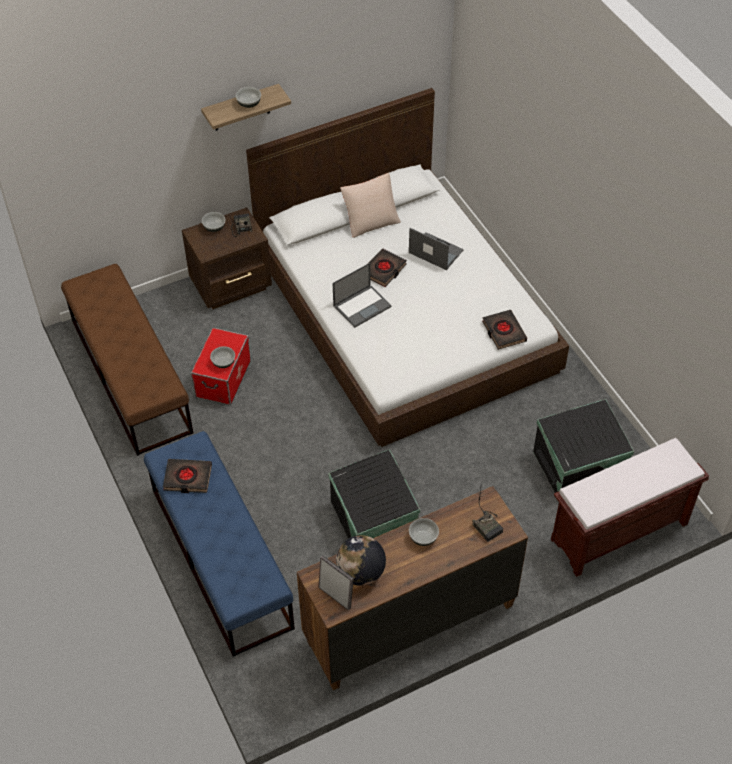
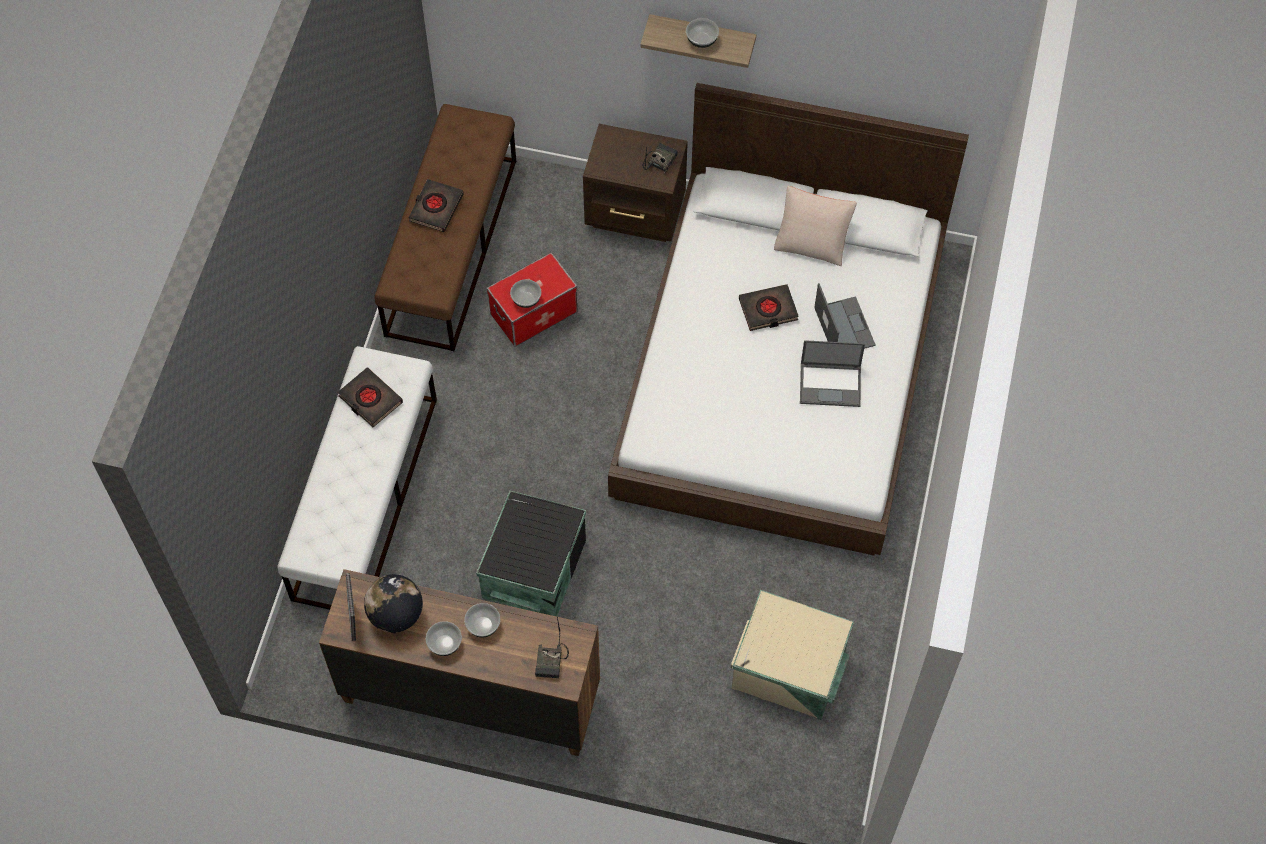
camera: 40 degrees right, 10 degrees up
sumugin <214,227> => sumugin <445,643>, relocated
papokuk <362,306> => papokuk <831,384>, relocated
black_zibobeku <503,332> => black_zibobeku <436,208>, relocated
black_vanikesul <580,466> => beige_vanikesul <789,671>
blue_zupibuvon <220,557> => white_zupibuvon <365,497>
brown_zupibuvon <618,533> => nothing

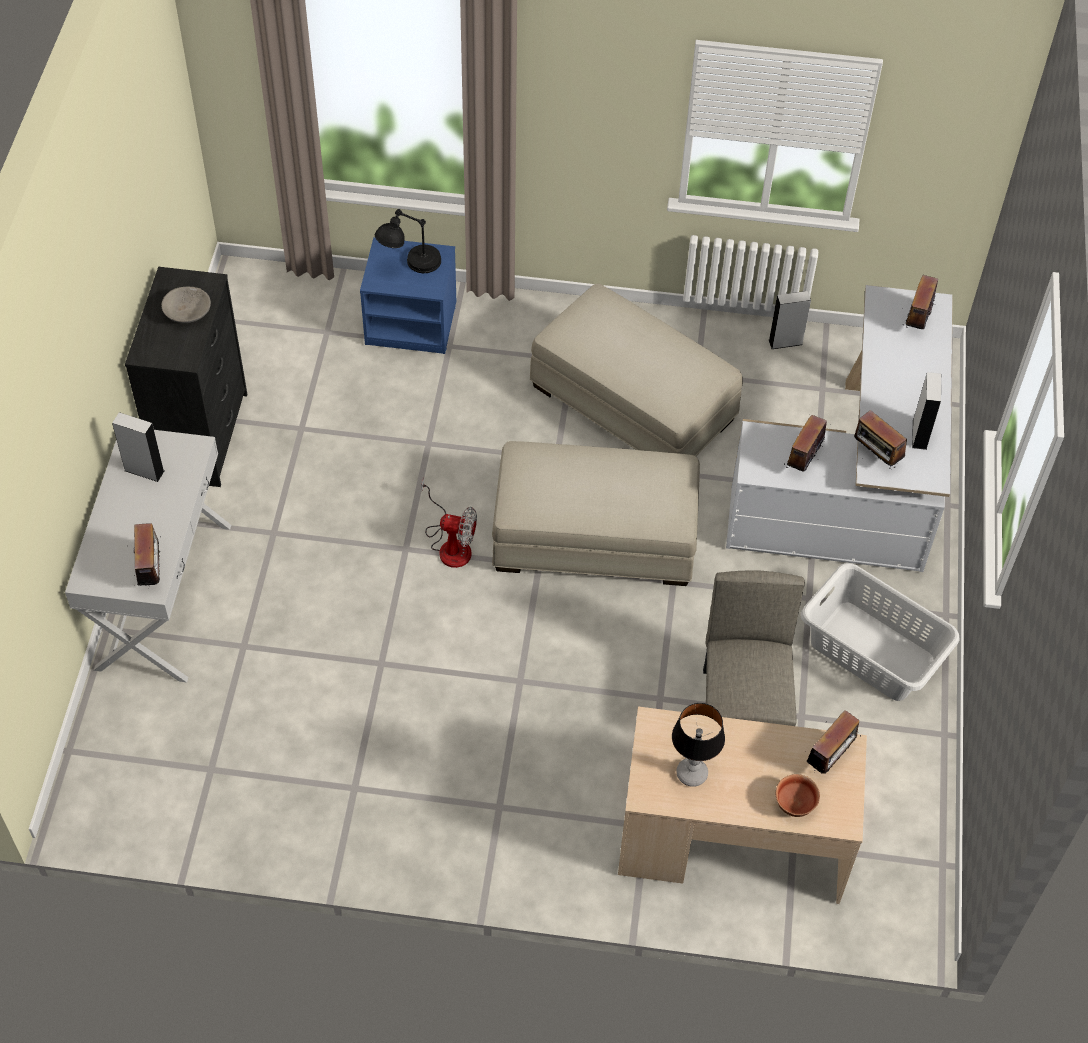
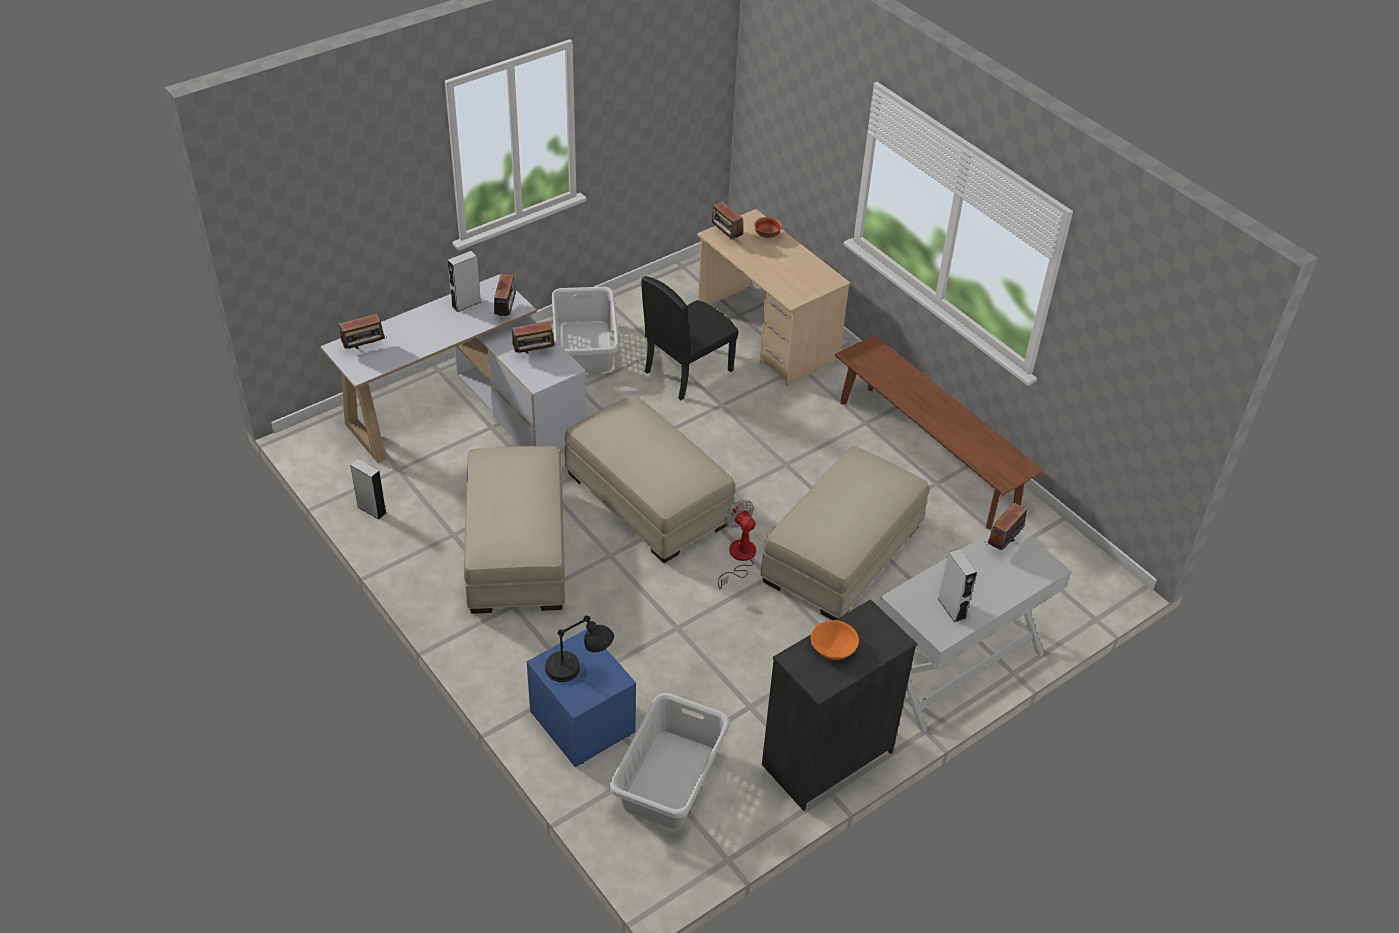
camera: 135 degrees left, 10 degrees down
grey_sumugin <187,313> => orange_sumugin <833,647>
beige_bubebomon <743,713> => black_bubebomon <688,371>
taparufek <691,773> => nothing
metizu <830,757> => metizu <726,237>, 120 degrees counterclockwise
nothing => brown_zupibuvon <927,454>
nothing => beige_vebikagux <842,554>
nothing => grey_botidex <668,779>

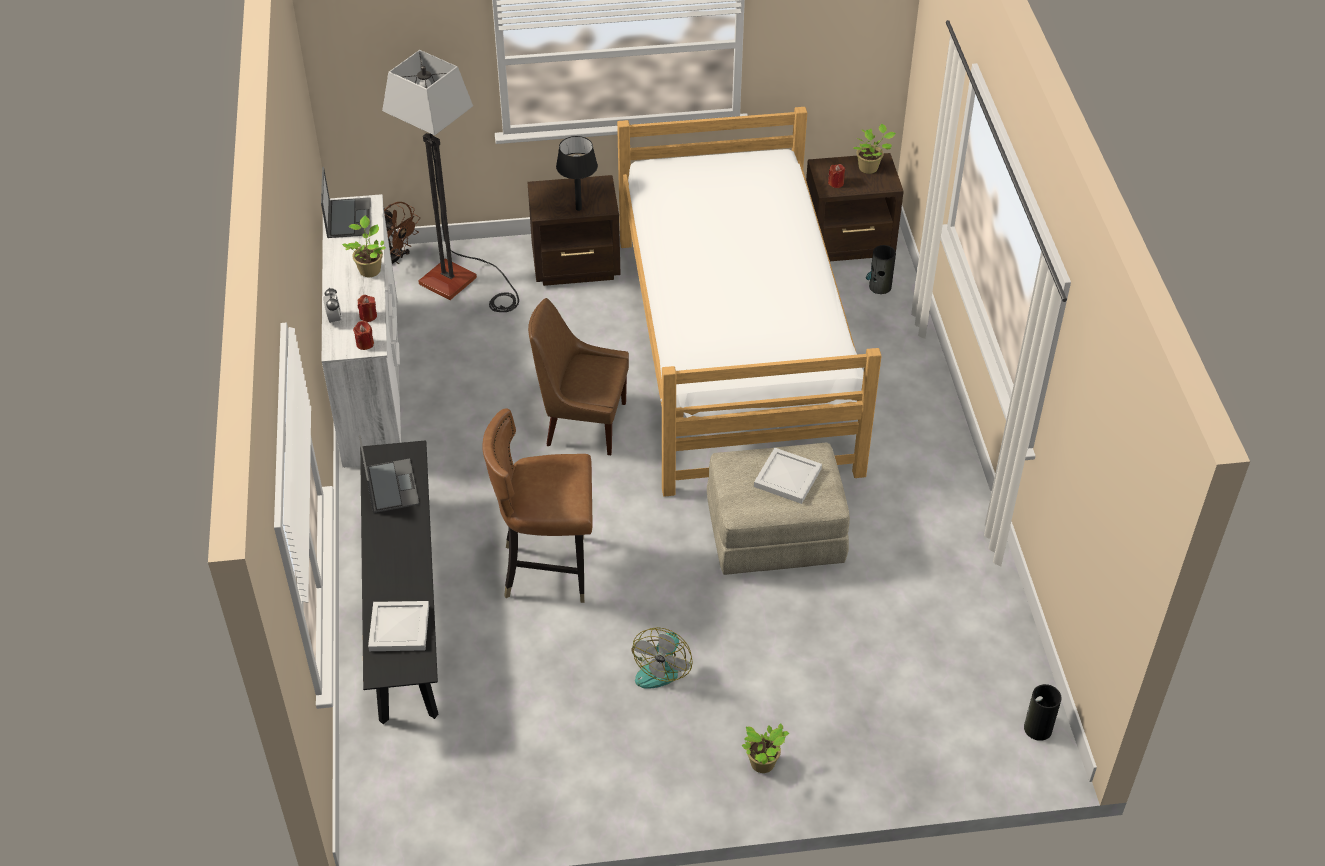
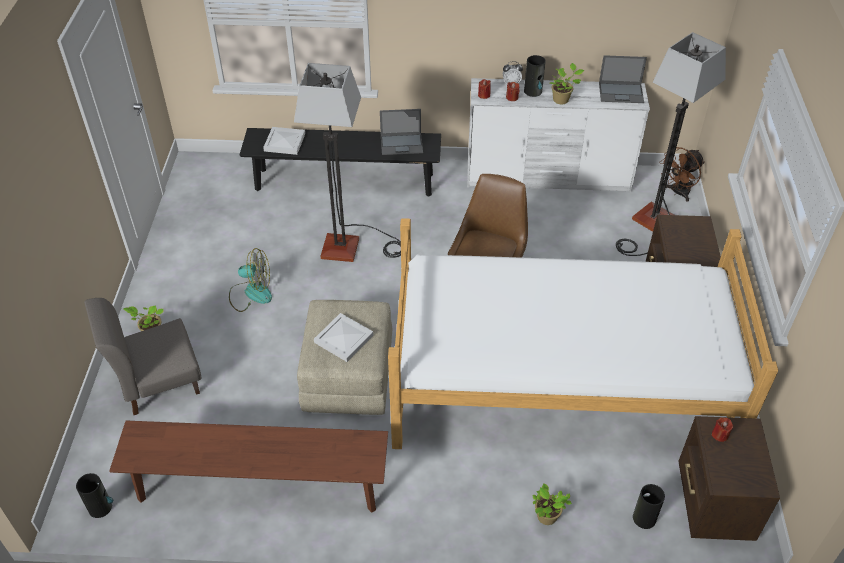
camera: 100 degrees right, 0 degrees up
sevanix <870,168> => sevanix <546,518>, relocated
black_taparufek <578,209> => nothing
brown_bubebomon <548,569> => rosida <352,247>
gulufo <661,666> => gulufo <251,293>, 150 degrees clockwise
nothing => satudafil <533,91>
nothing => grey_bubebomon <158,382>
nothing => brown_zupibuvon <259,486>

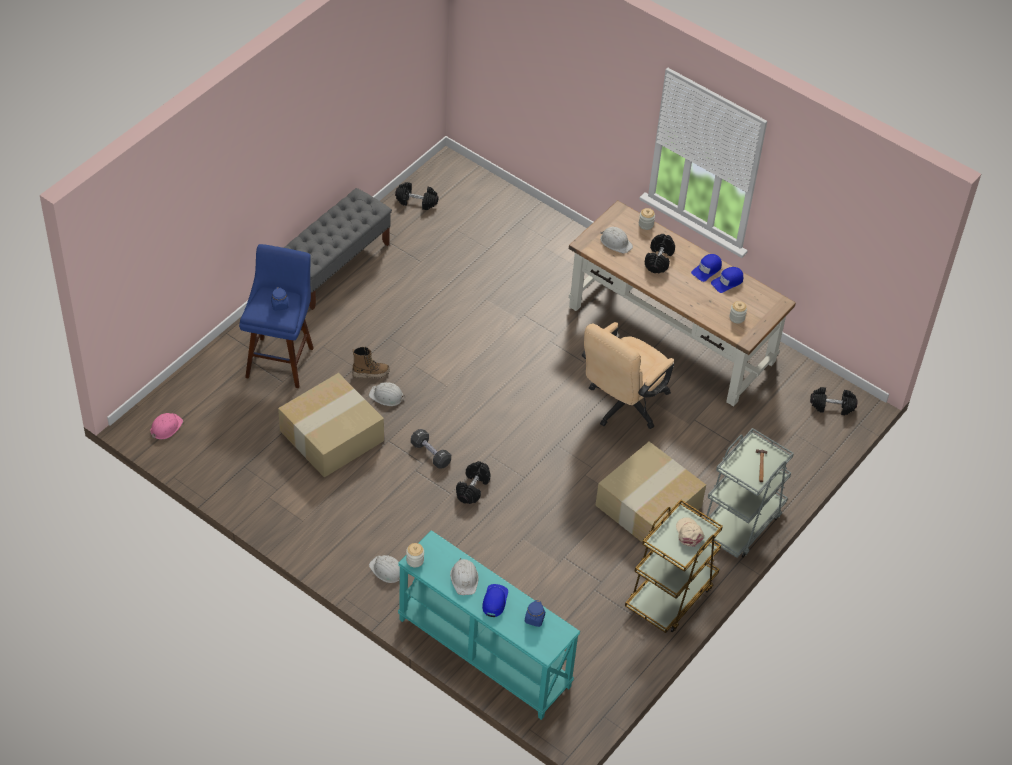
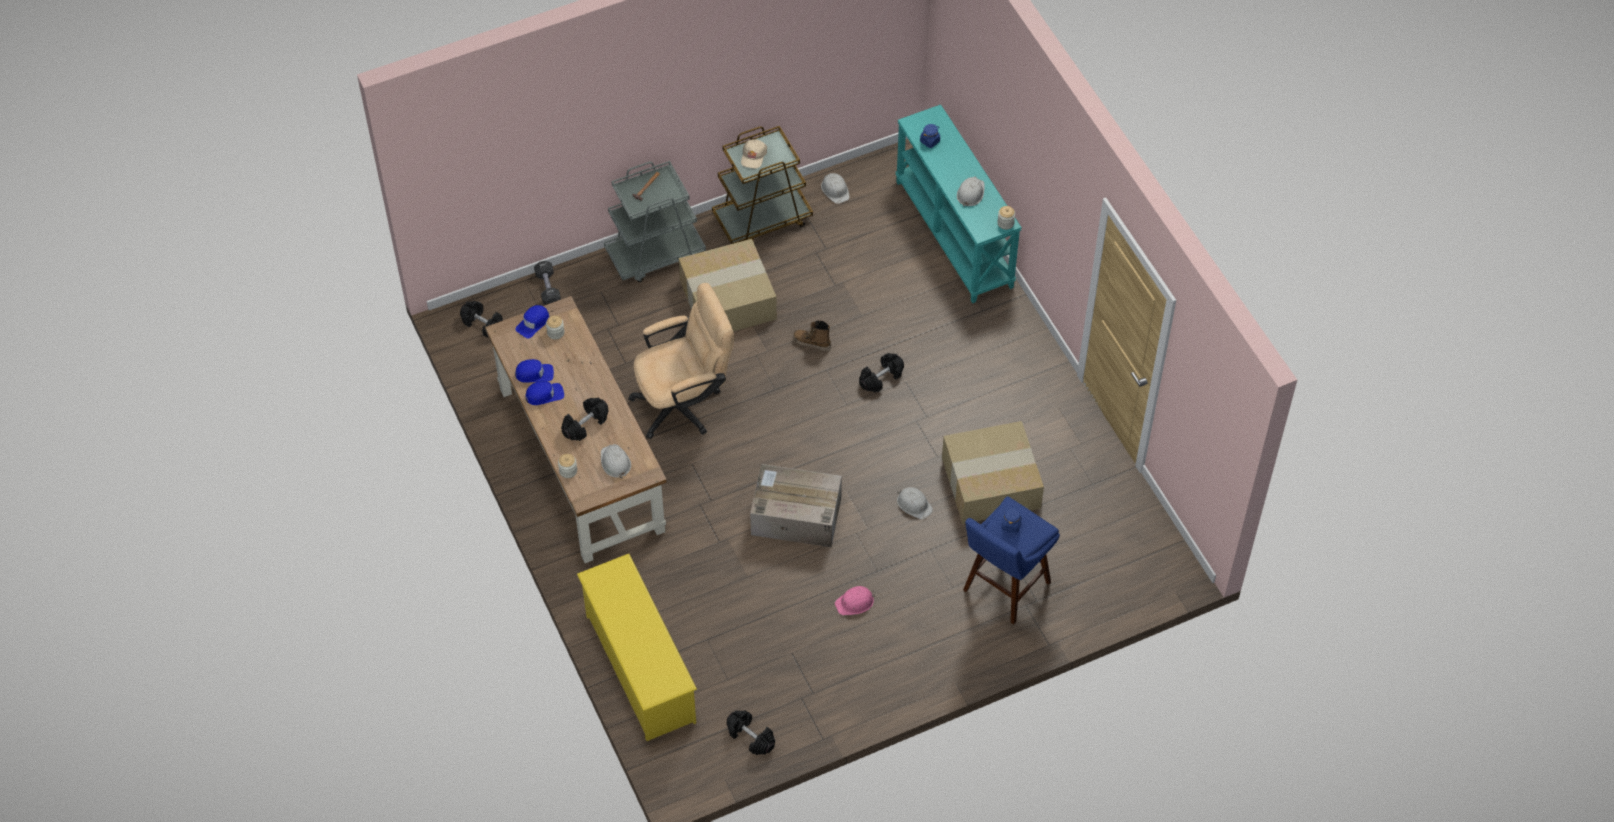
camera: 150 degrees left, 5 degrees up
grey_zupibuvon <335,266> => nothing
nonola <370,373> => nonola <812,343>, relocated
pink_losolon <166,427> => pink_losolon <855,602>, relocated
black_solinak <430,454> => black_solinak <548,288>, relocated
white_losolon <387,570> => white_losolon <835,190>, relocated
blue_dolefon <494,601> => blue_dolefon <533,323>, relocated
nothing => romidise <794,516>
nothing => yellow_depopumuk <640,668>

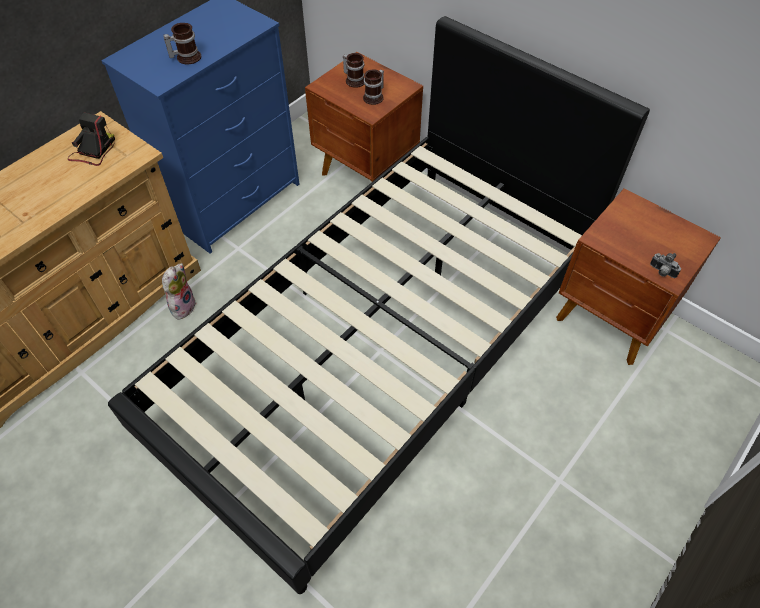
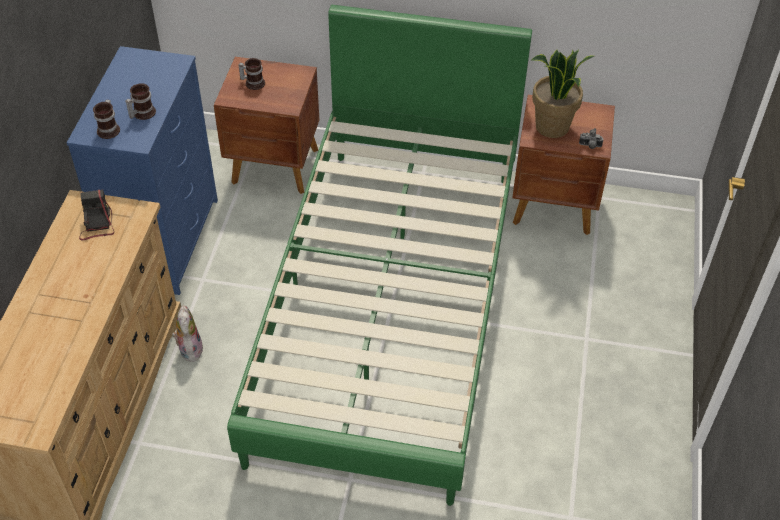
camera: 30 degrees left, 5 degrees down
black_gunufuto <380,348> => green_gunufuto <389,306>
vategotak <375,97> => vategotak <110,129>, relocated
nothing => sevanix <552,127>

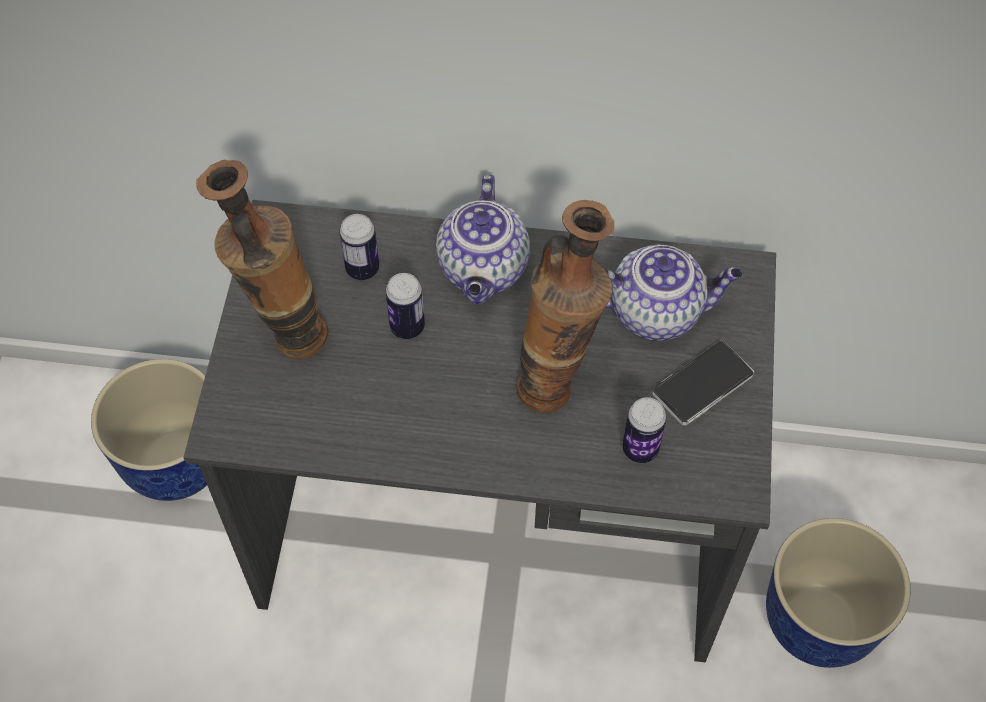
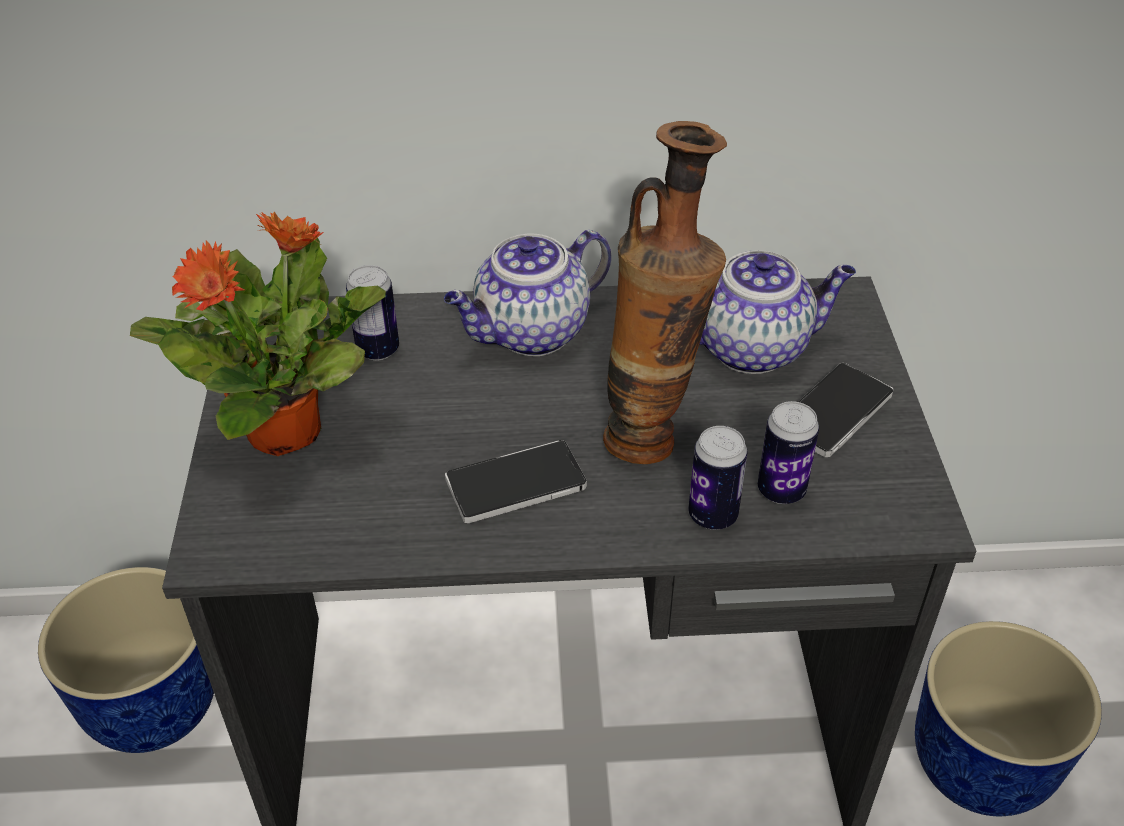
camera: 10 degrees left, 15 degrees down
satudafil <284,334> => sevanix <287,429>
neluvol <484,270> => neluvol <530,333>, 60 degrees clockwise
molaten <407,327> => molaten <712,515>, relocated
nothing => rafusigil <516,484>

